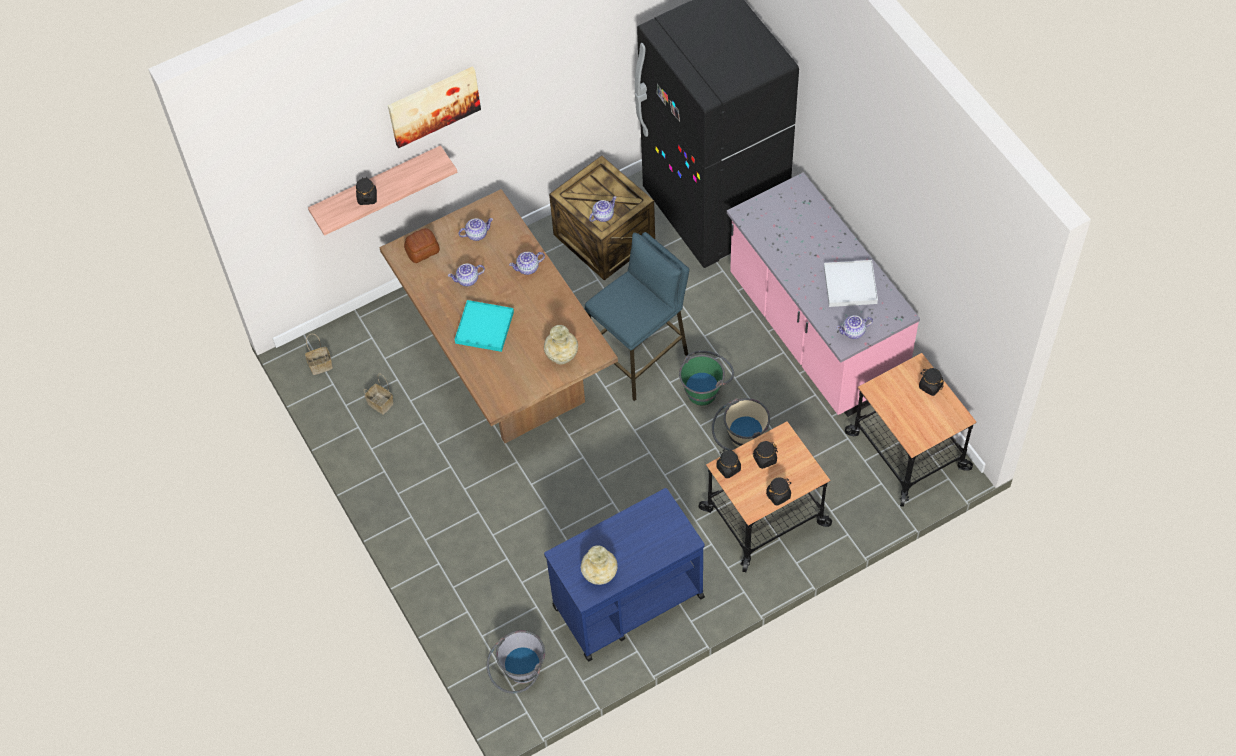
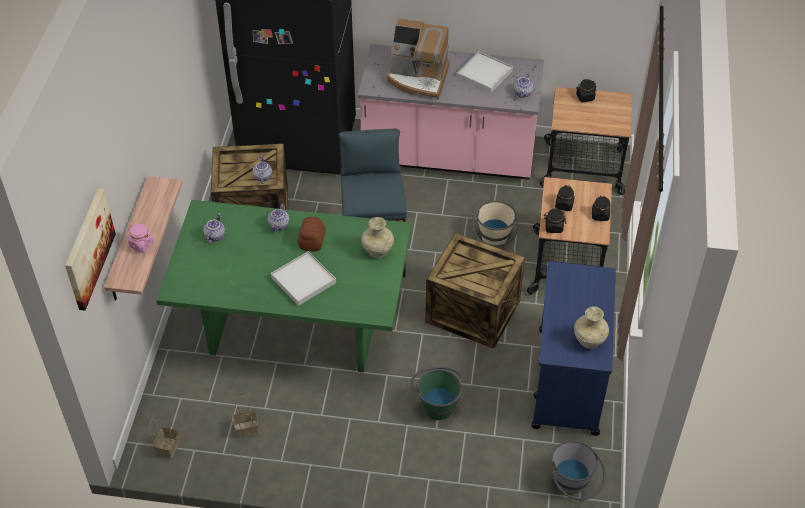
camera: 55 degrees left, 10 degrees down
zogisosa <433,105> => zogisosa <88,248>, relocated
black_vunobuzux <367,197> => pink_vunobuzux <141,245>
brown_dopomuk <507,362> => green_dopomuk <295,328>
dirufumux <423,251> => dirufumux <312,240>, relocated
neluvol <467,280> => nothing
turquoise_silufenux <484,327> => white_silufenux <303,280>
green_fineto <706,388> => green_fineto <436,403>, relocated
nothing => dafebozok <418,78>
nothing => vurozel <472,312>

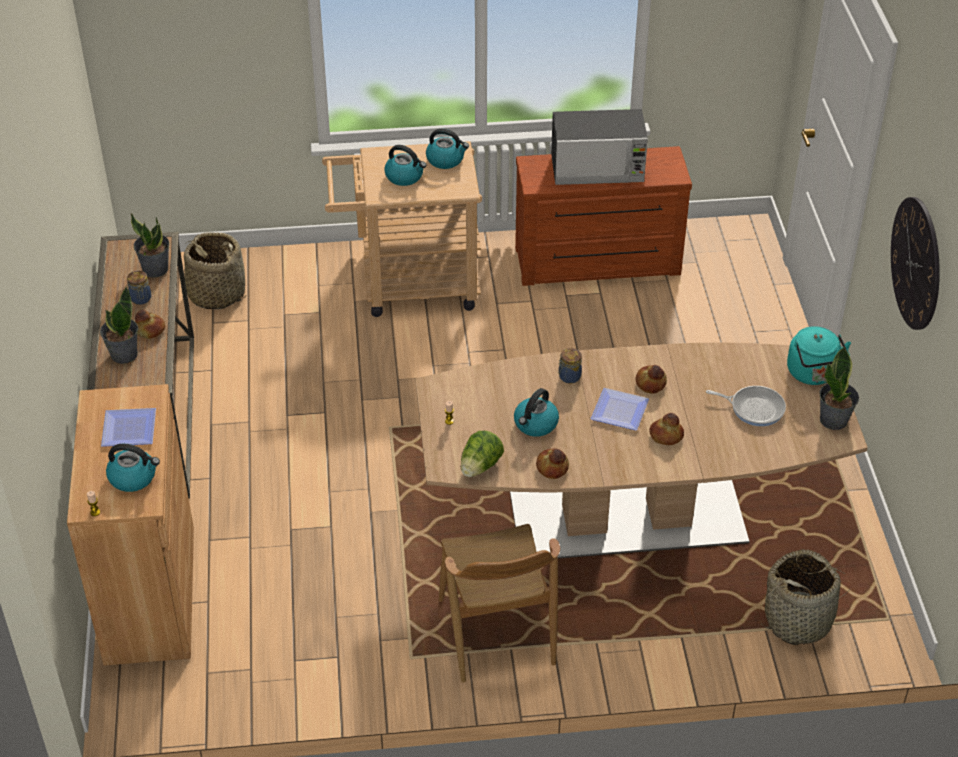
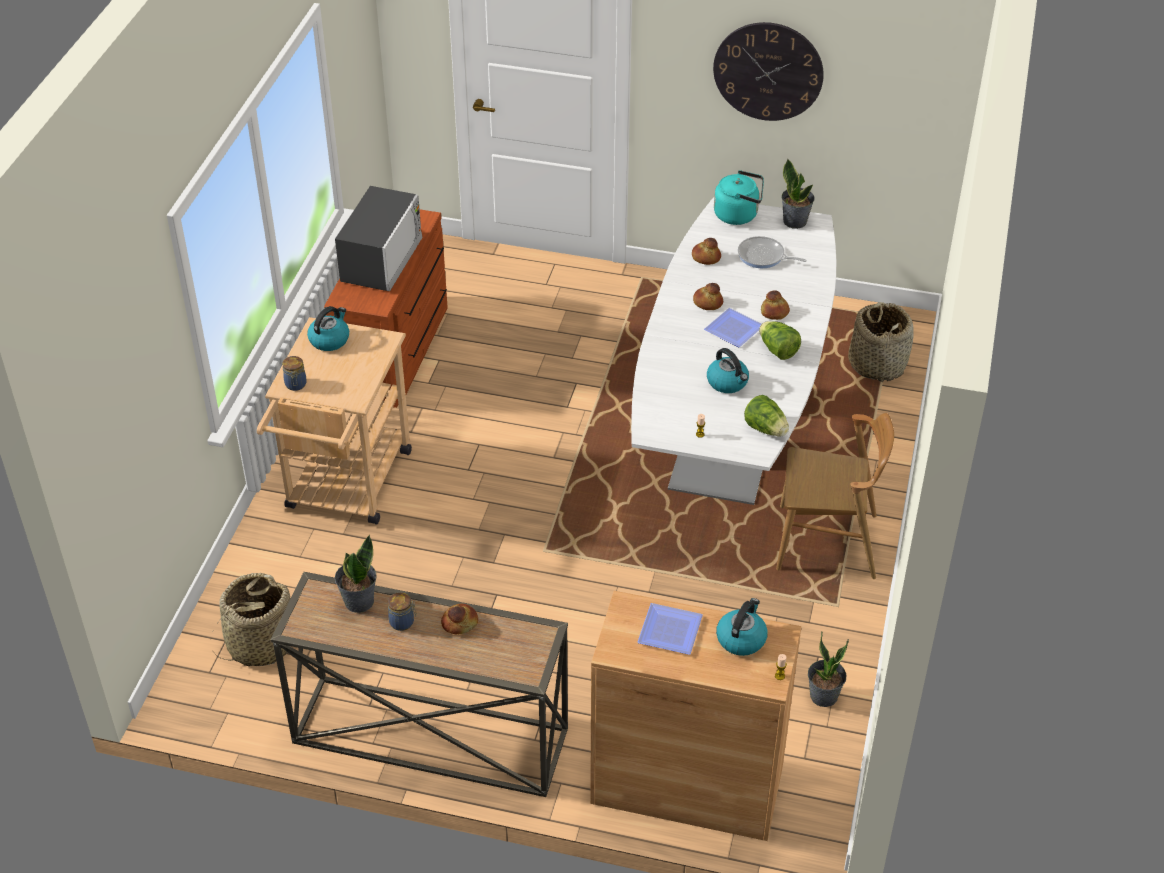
camera: 70 degrees left, 0 degrees up
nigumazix <405,176> => nothing
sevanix <123,354> => sevanix <823,696>, relocated
brown_dopomuk <626,518> => white_dopomuk <730,426>
vunobuzux <568,377> => vunobuzux <296,385>, relocated
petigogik <754,408> => petigogik <763,256>, 105 degrees counterclockwise
dirufumux <552,467> => dirufumux <706,257>, relocated
nothing => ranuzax <777,350>

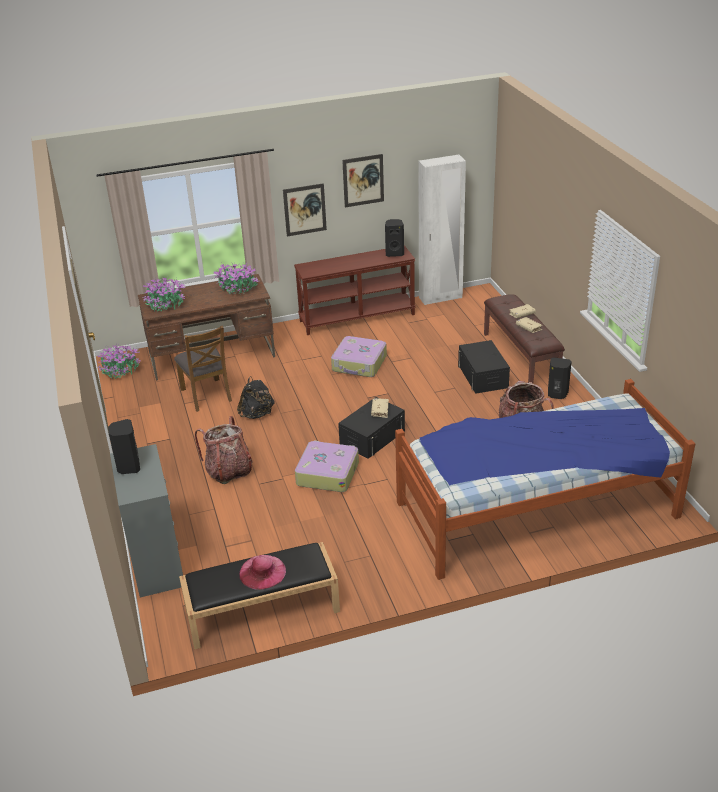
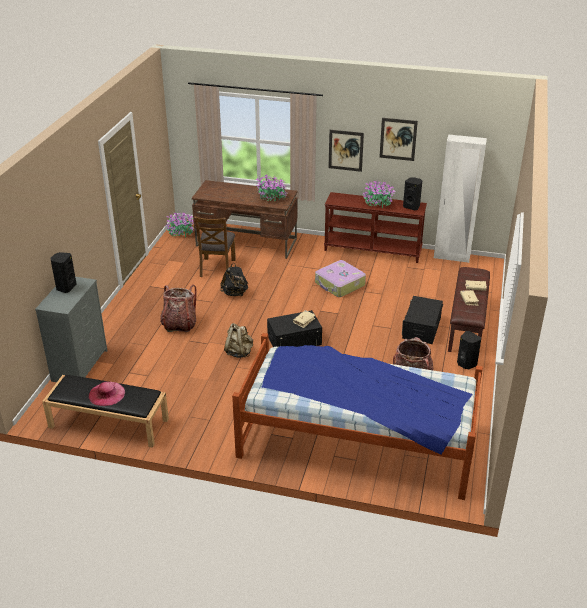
camera: 30 degrees right, 0 degrees up
sevanix <165,305> => sevanix <378,203>, relocated
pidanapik <327,473> => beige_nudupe <239,352>

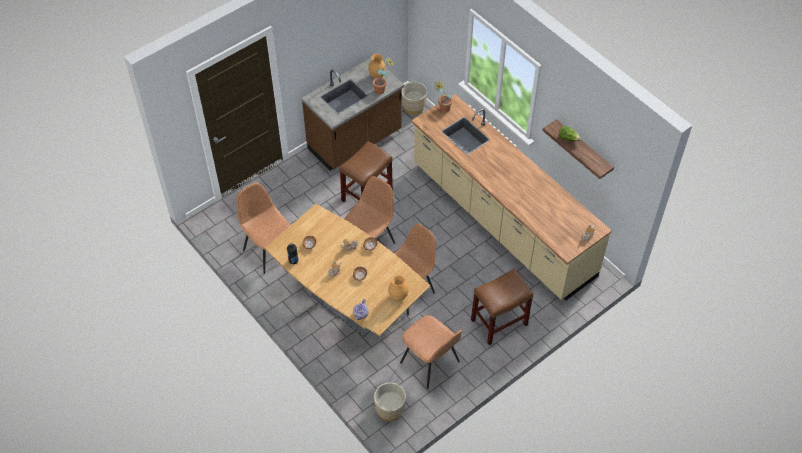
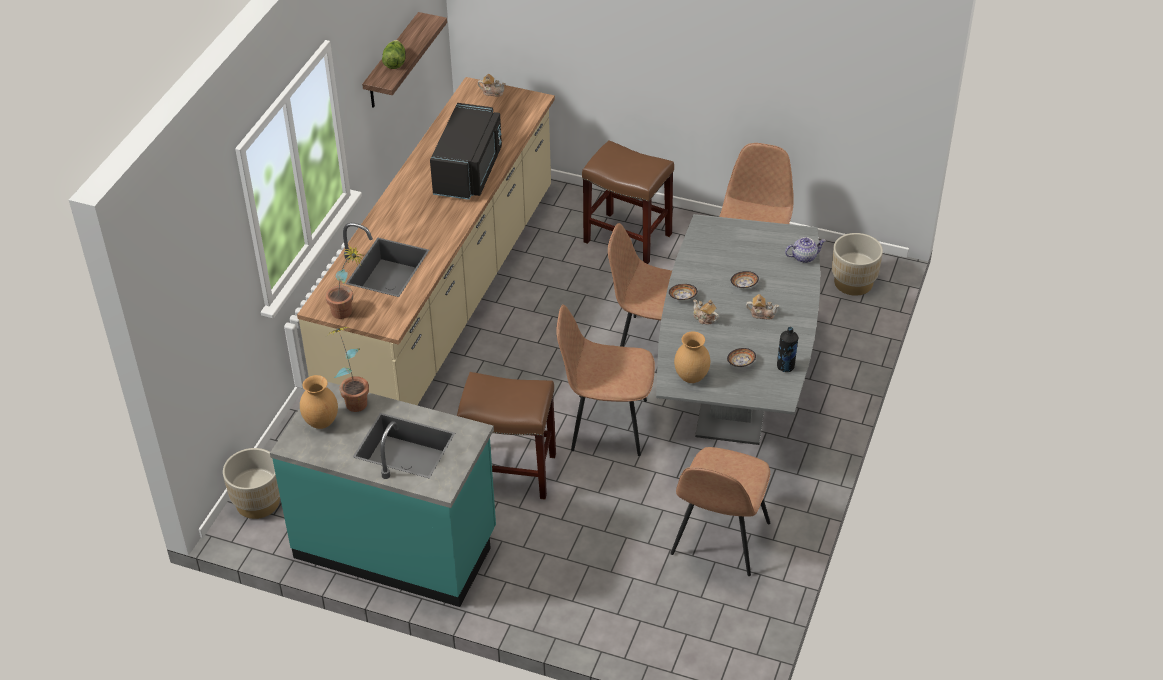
camera: 120 degrees left, 10 degrees down
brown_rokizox <355,141> => turquoise_rokizox <396,545>
brown_dopomuk <349,305> => grey_dopomuk <734,395>
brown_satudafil <398,297> => brown_satudafil <692,378>, relocated
nothing => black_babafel <469,171>

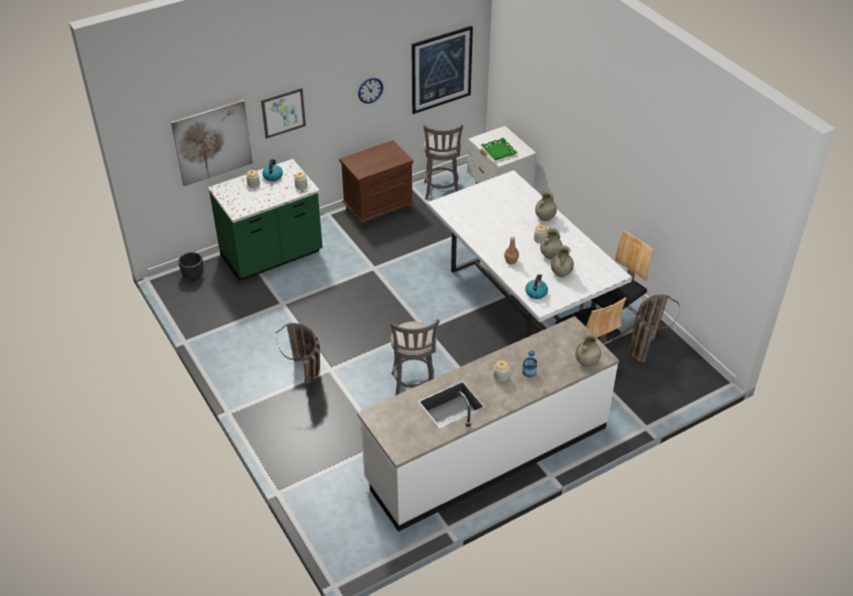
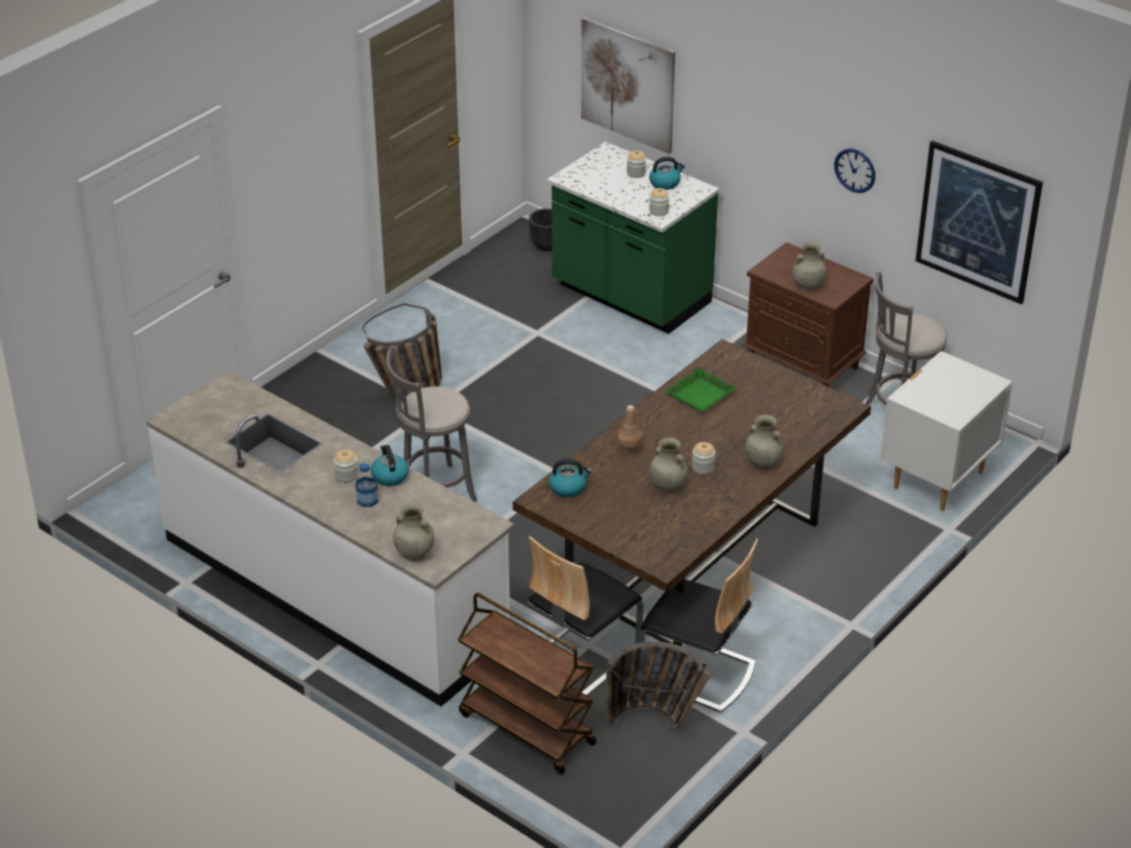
camera: 70 degrees right, 5 degrees down
zogisosa <283,113> => nothing
green_silufenux <499,151> => green_silufenux <700,395>, relocated
white_dopomuk <521,297> => brown_dopomuk <691,557>
beige_satudafil <561,273> => beige_satudafil <807,285>, relocated
nothing => nigumazix <389,476>
nothing => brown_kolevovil <525,729>

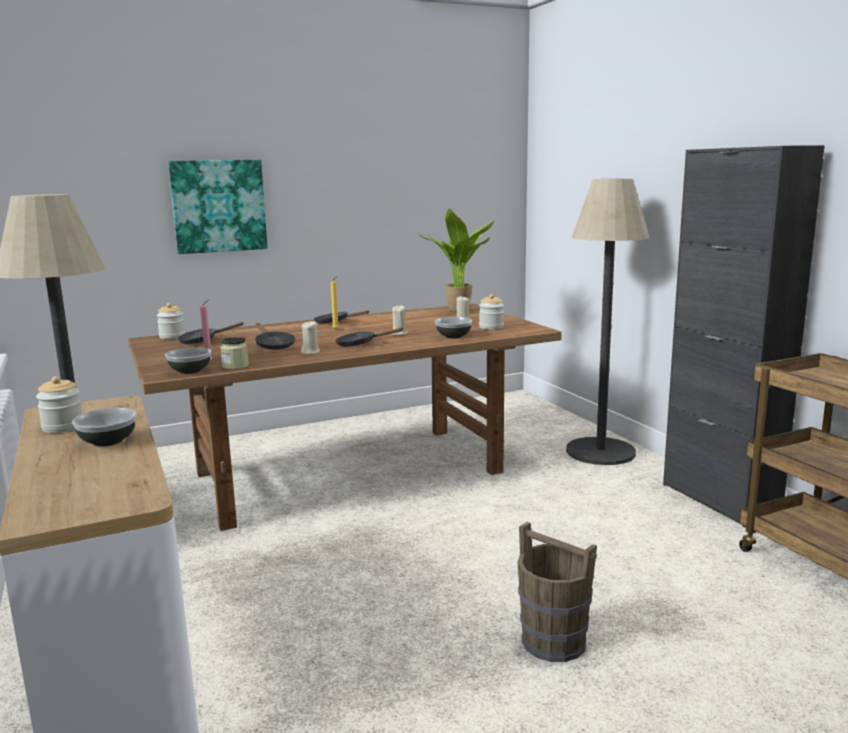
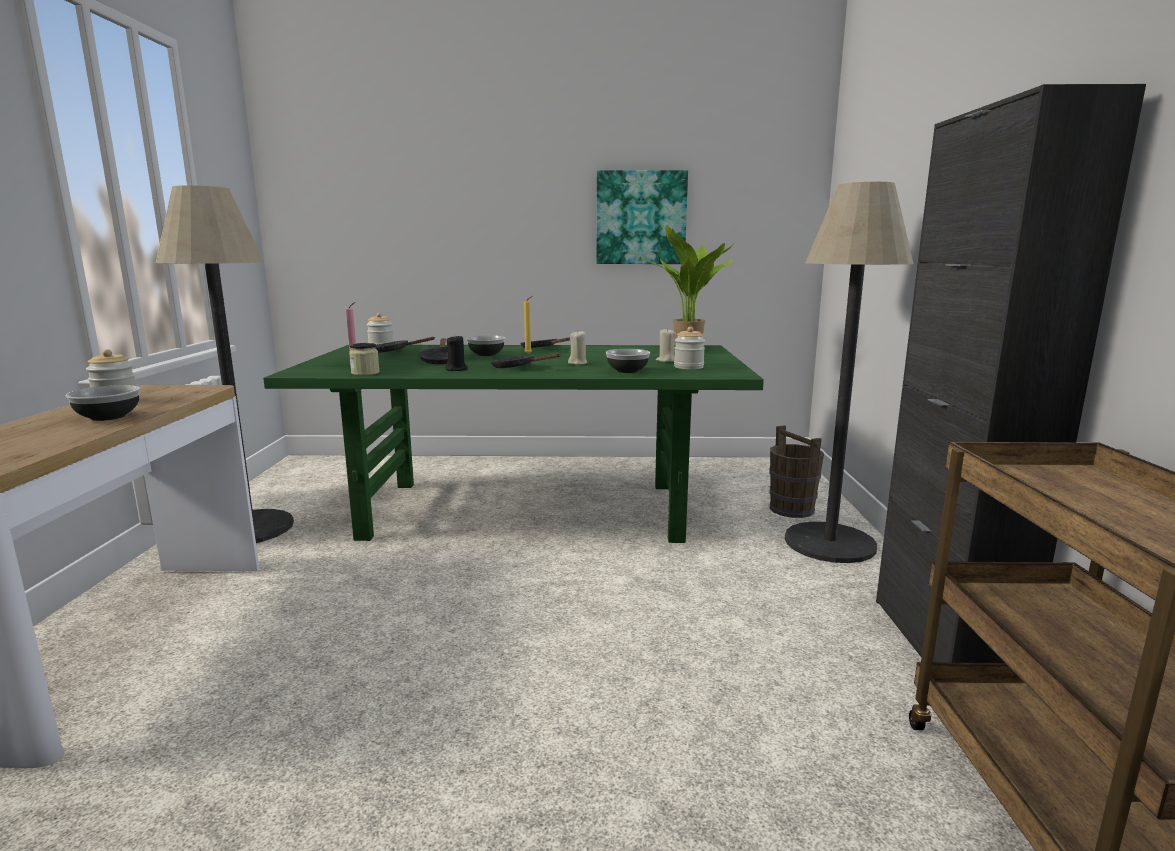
camera: 25 degrees right, 0 degrees up
zogisosa <219,206> => zogisosa <641,218>, relocated
brown_dopomuk <351,472> => green_dopomuk <530,510>
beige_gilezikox <310,352> => black_gilezikox <456,369>
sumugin <189,371> => sumugin <486,354>, relocated
brown_fineto <554,642> => brown_fineto <792,509>, relocated

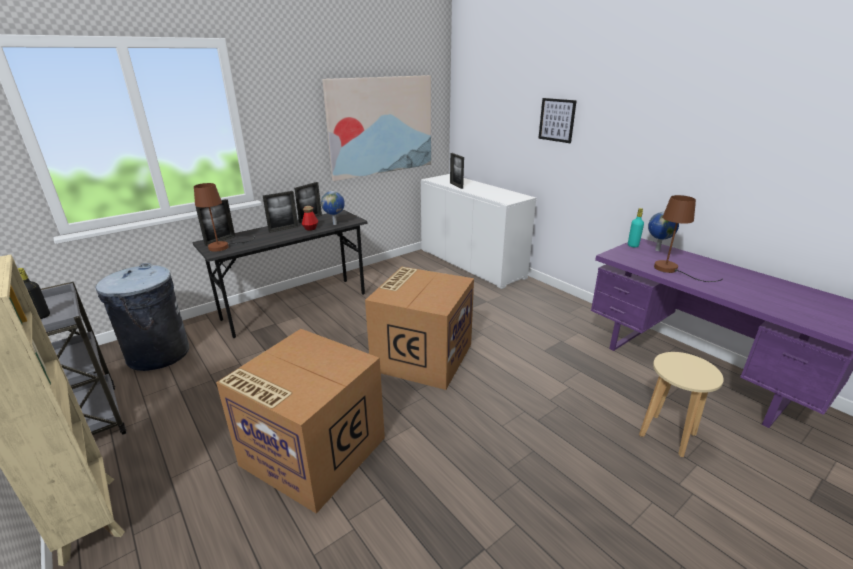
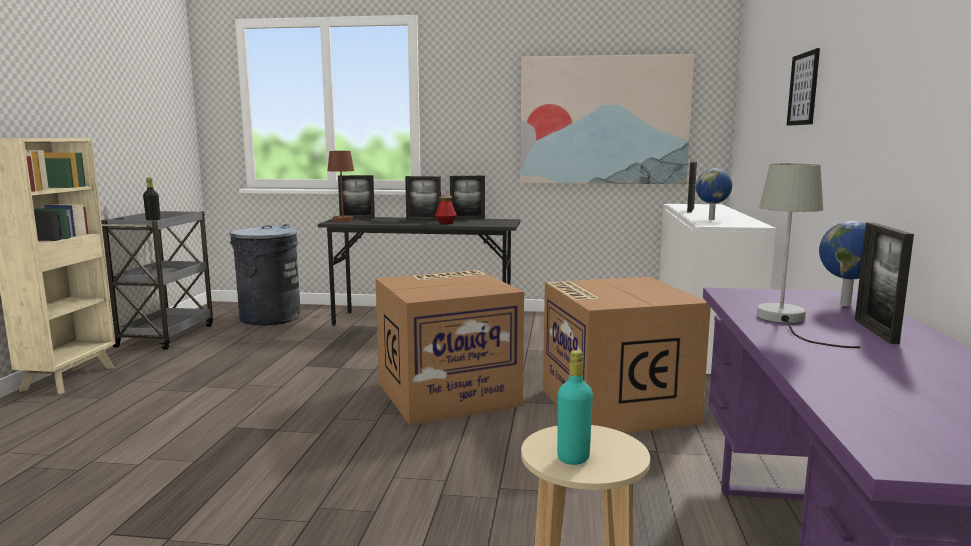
camera: 45 degrees right, 15 degrees down
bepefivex <335,224> => bepefivex <712,219>, relocated
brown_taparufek <672,270> => grey_taparufek <786,321>
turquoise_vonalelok <633,245> => turquoise_vonalelok <573,458>, relocated
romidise <311,451> => romidise <614,405>, relocated
nothing => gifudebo <875,331>

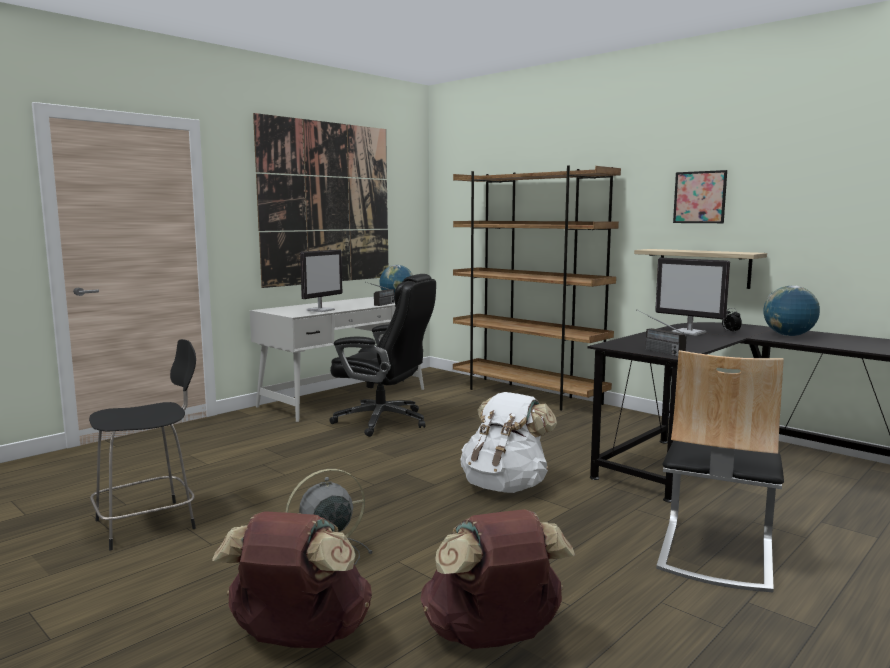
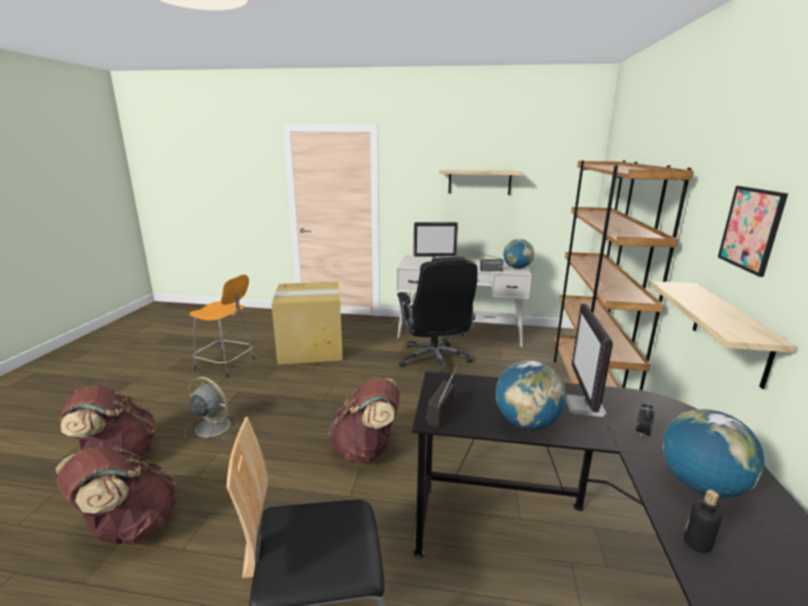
camera: 55 degrees right, 10 degrees up
zogisosa <327,203> => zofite <479,182>
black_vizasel <149,523> => orange_vizasel <227,365>
white_nudupe <505,486> => brown_nudupe <366,450>
nothing => romidise <312,348>
nothing => bepefivex <526,423>
nothing => vonalelok <697,544>

